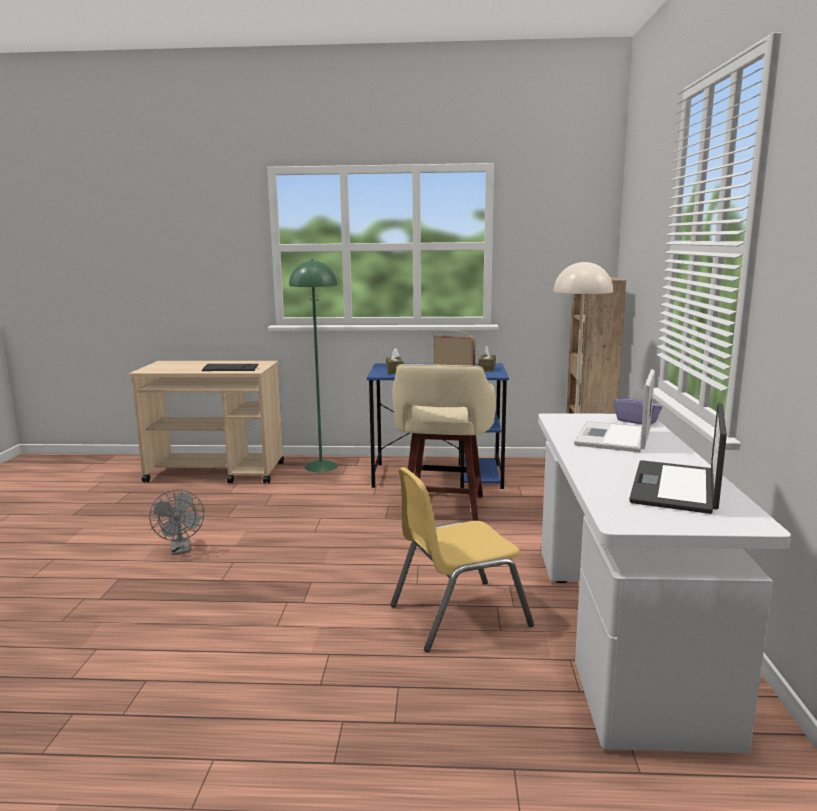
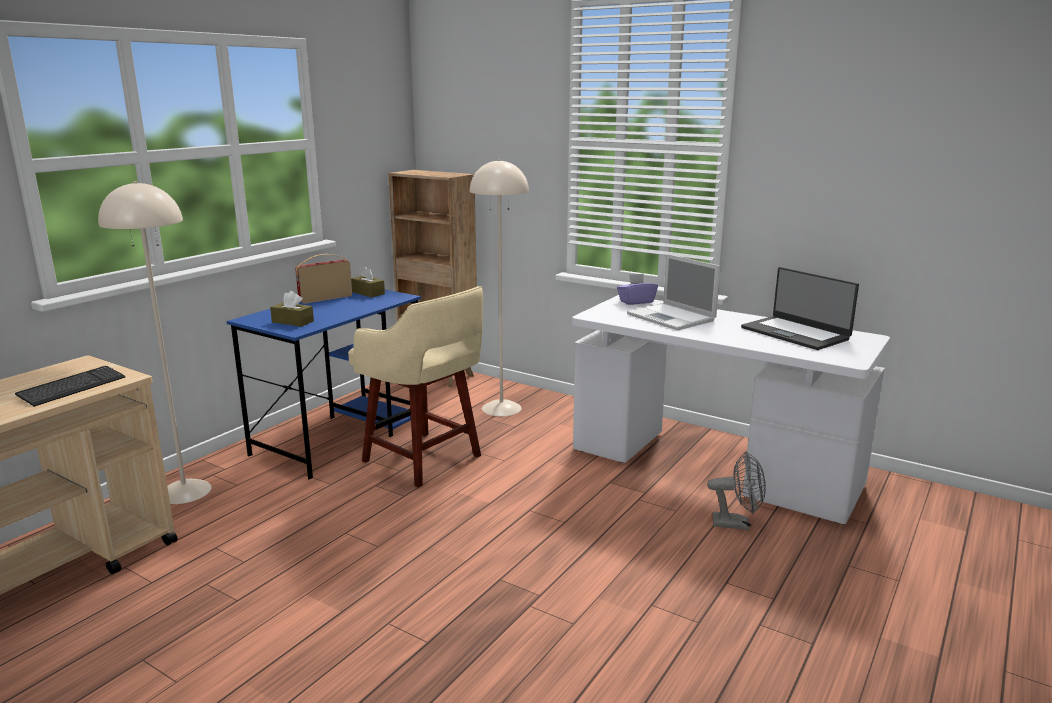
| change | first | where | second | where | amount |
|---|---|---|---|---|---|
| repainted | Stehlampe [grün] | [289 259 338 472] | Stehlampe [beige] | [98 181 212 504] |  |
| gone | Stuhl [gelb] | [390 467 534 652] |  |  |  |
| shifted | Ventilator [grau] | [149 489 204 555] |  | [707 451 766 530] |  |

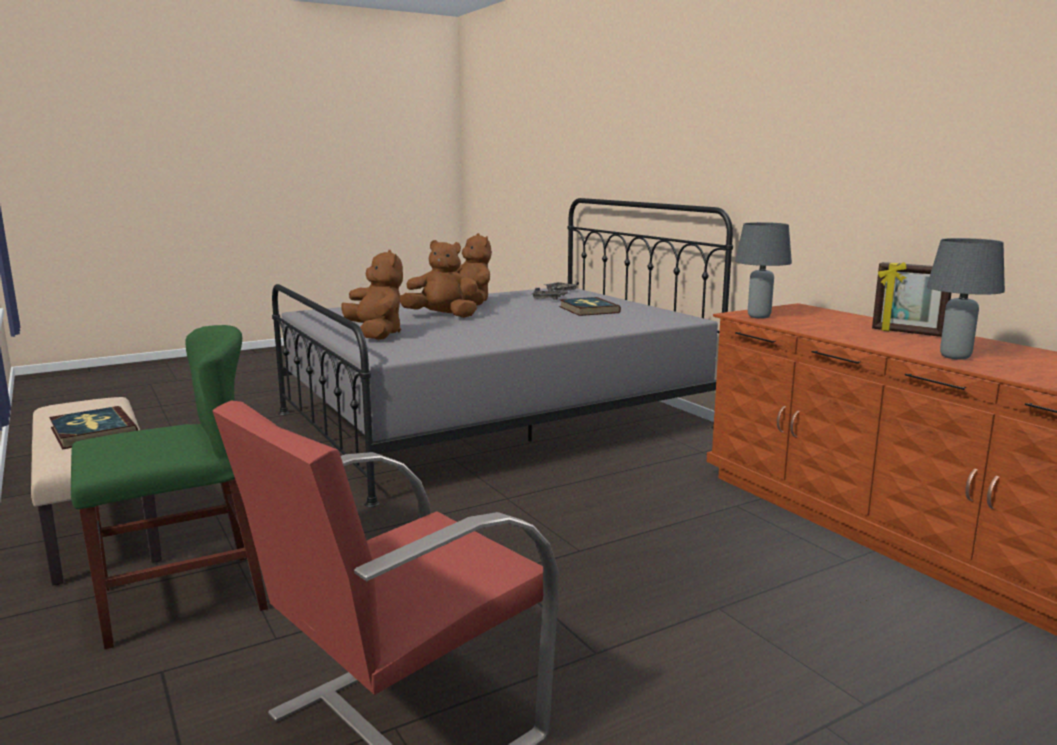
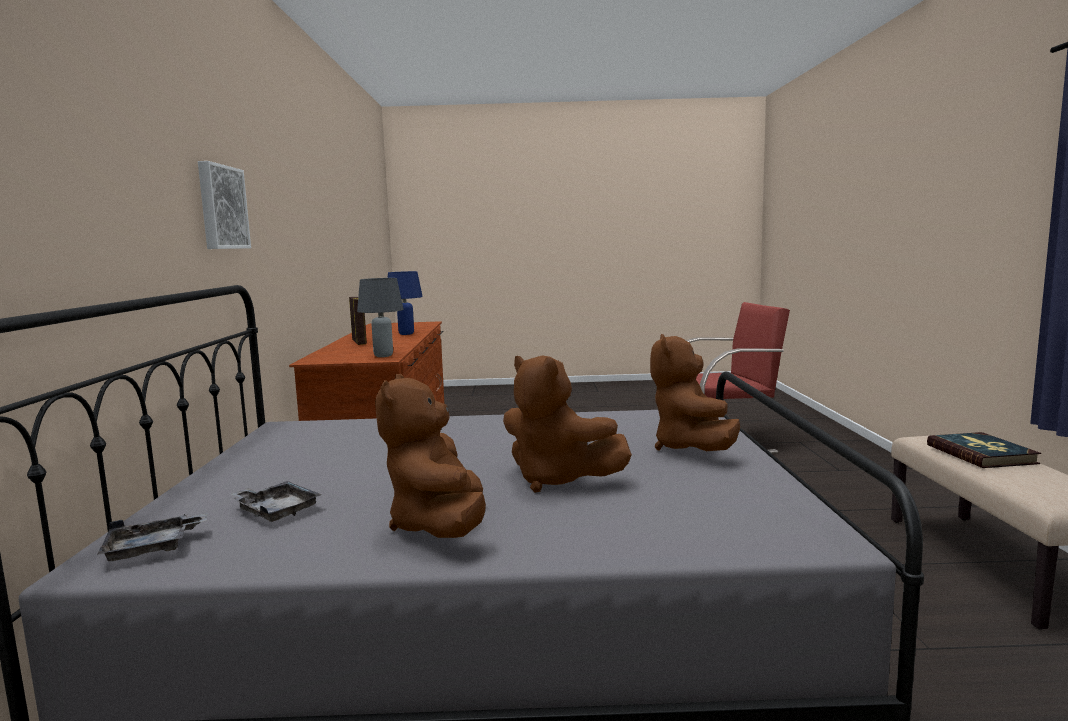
| change | first | where | second | where | amount |
|---|---|---|---|---|---|
| repainted | Tischlampe [grau] | [927 238 1005 360] | Tischlampe [blau] | [388 271 423 335] |  |
| gone | Buch | [559 297 621 316] |  |  |  |
| gone | Stuhl [grün] | [71 325 268 649] |  |  |  |
| new |  |  | Bild | [198 161 251 249] |  |

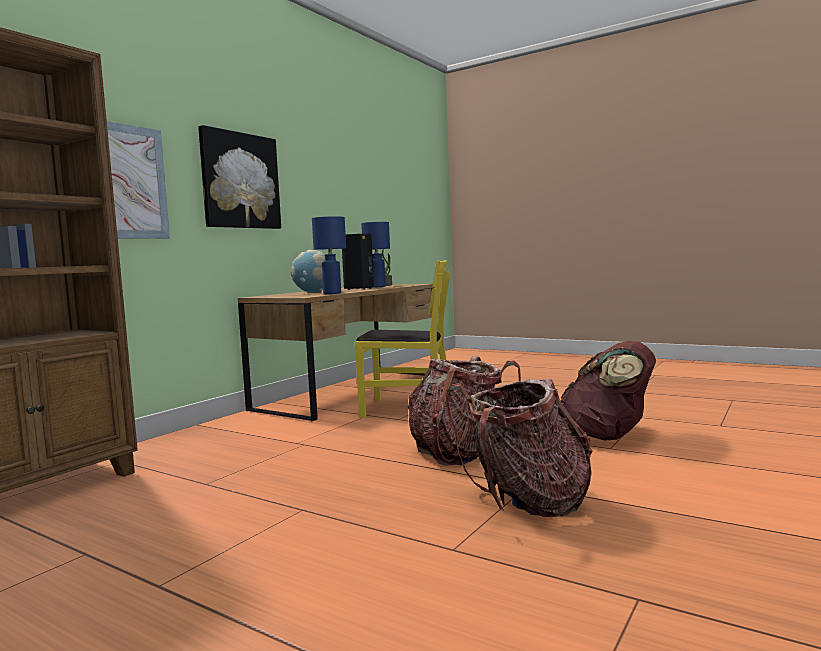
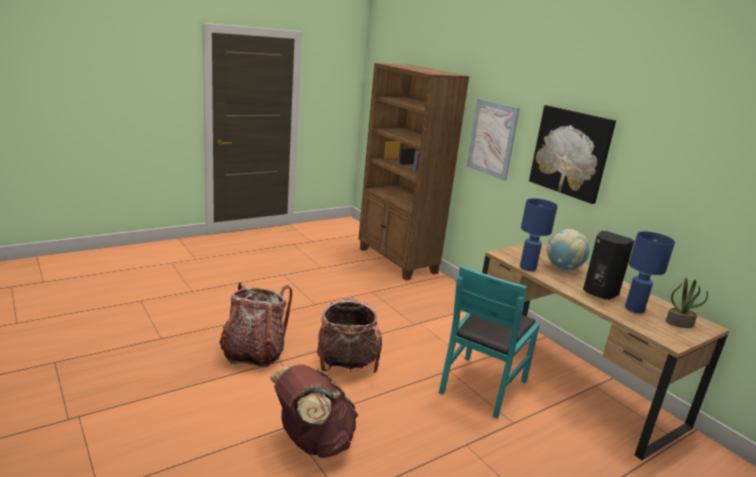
| change | first | where | second | where | amount |
|---|---|---|---|---|---|
| repainted | Stuhl [gelb] | [355 260 450 418] | Stuhl [türkis] | [439 265 540 419] |  |

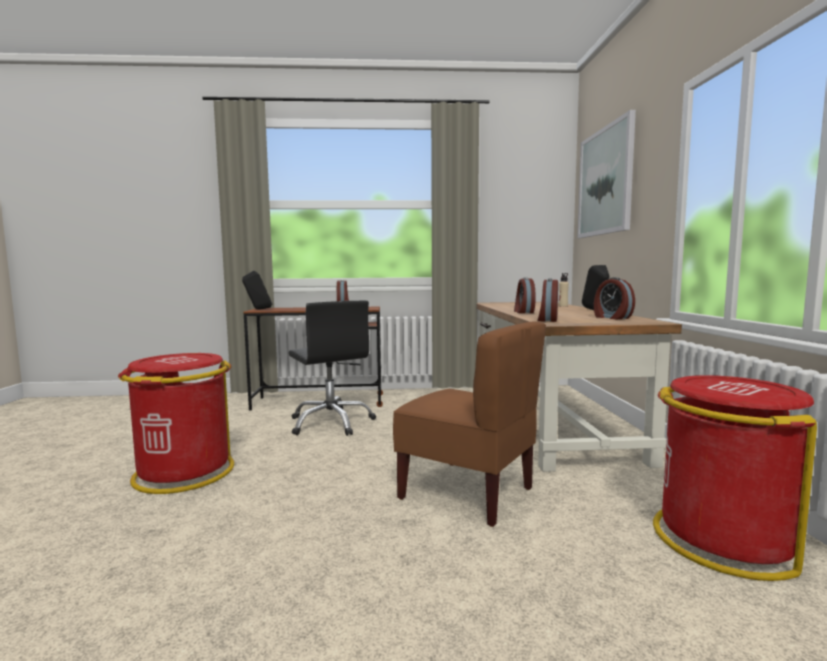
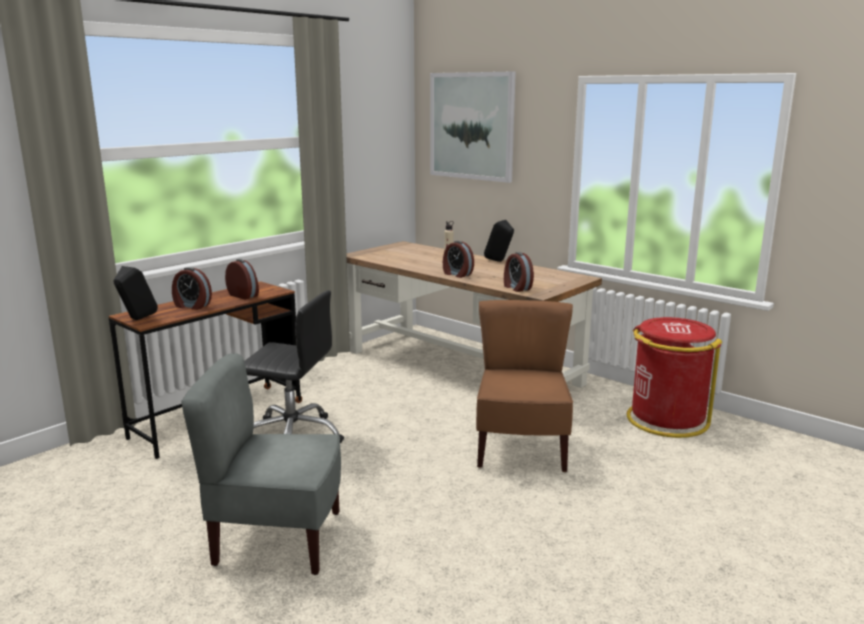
| change | first | where | second | where | amount |
|---|---|---|---|---|---|
| shifted | Wecker | [594 277 635 319] |  | [172 267 212 310] |  |
| rotated | Stuhl [braun] | [393 322 546 527] |  | [476 300 573 472] | 75 degrees counterclockwise |
| swapped | Mülleimer [rot] | [118 353 234 494] | Stuhl [grau] | [181 353 341 575] |  |

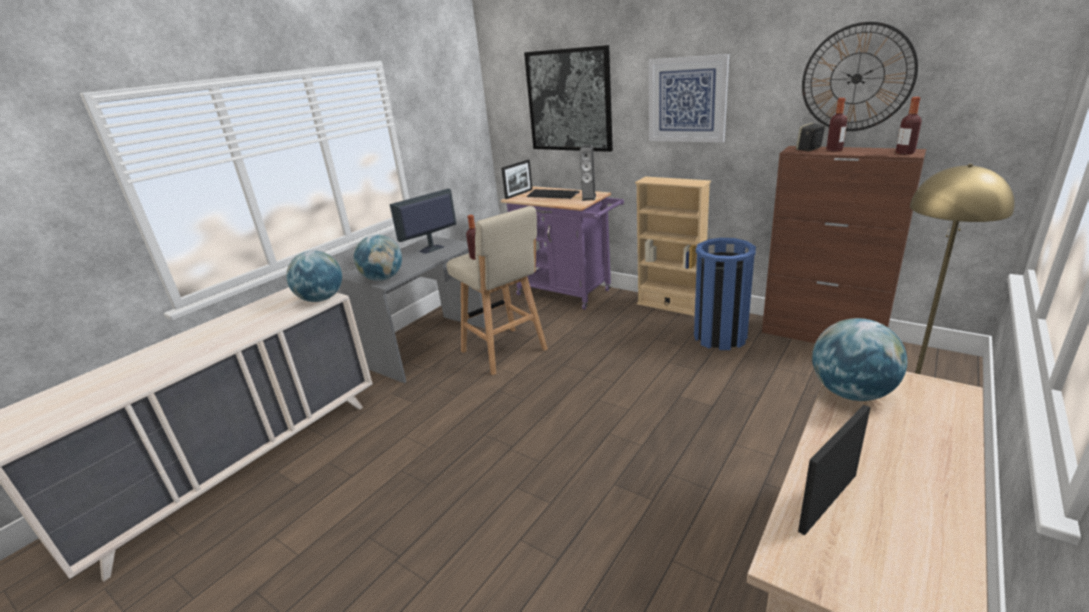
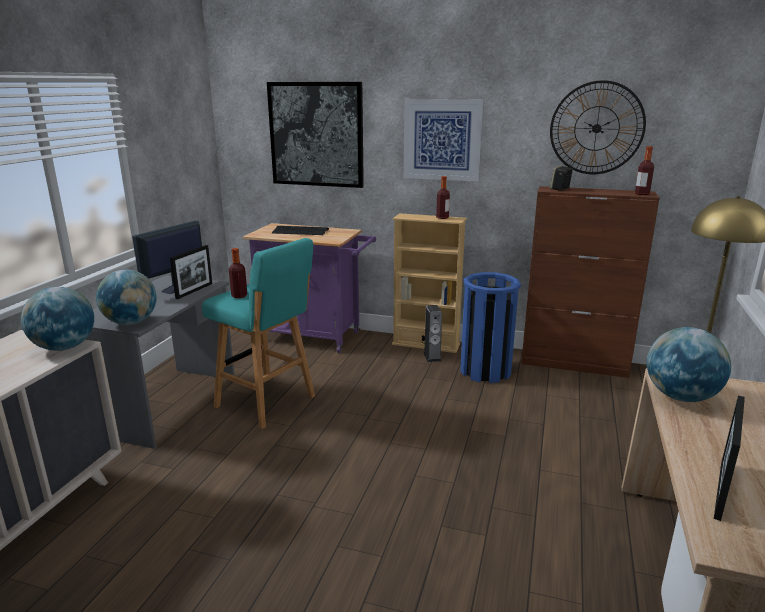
| change | first | where | second | where | amount |
|---|---|---|---|---|---|
| shifted | Flasche | [826 98 847 151] |  | [436 176 450 219] |  |
| shifted | Lautsprecher | [580 145 596 201] |  | [423 305 442 362] |  |
| shifted | Bilderrahmen | [501 160 533 199] |  | [170 245 212 299] |  |
| repainted | Hocker [beige] | [446 206 548 375] | Hocker [türkis] | [202 238 315 429] |  |

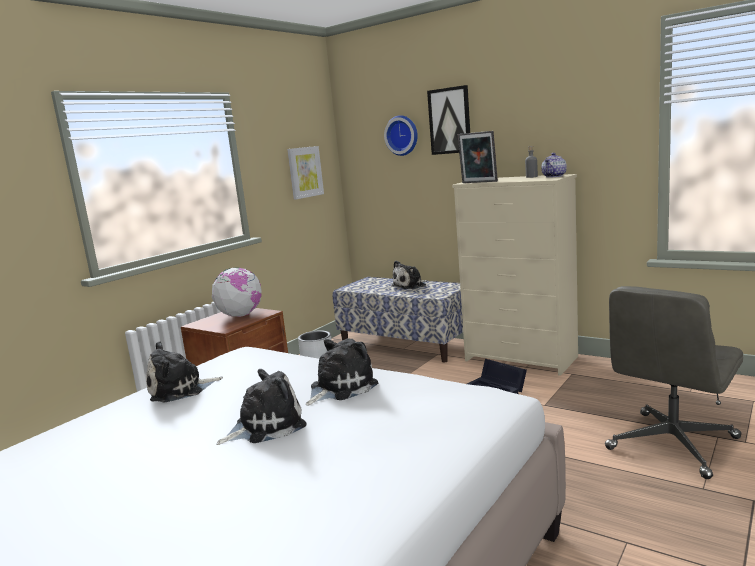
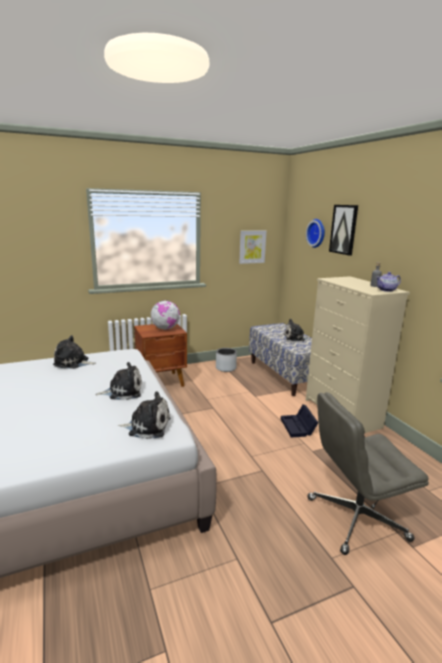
| change | first | where | second | where | amount |
|---|---|---|---|---|---|
| gone | Bilderrahmen | [458 131 498 183] |  |  |  |
| shifted | Plüschtier | [216 369 307 445] |  | [117 391 170 439] |  |

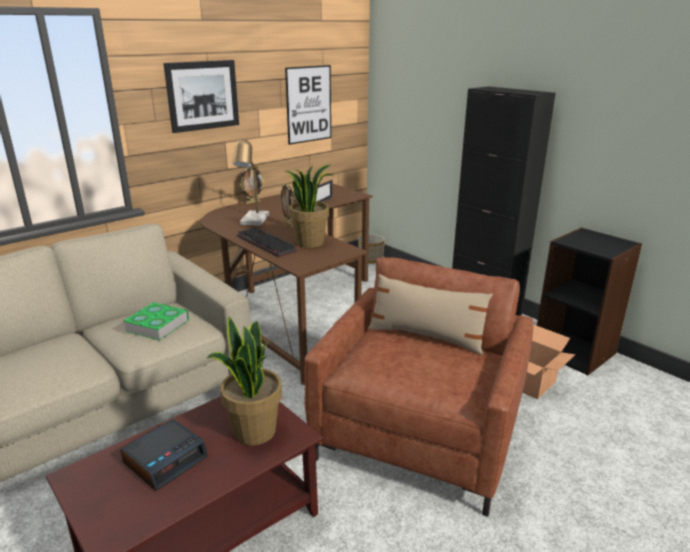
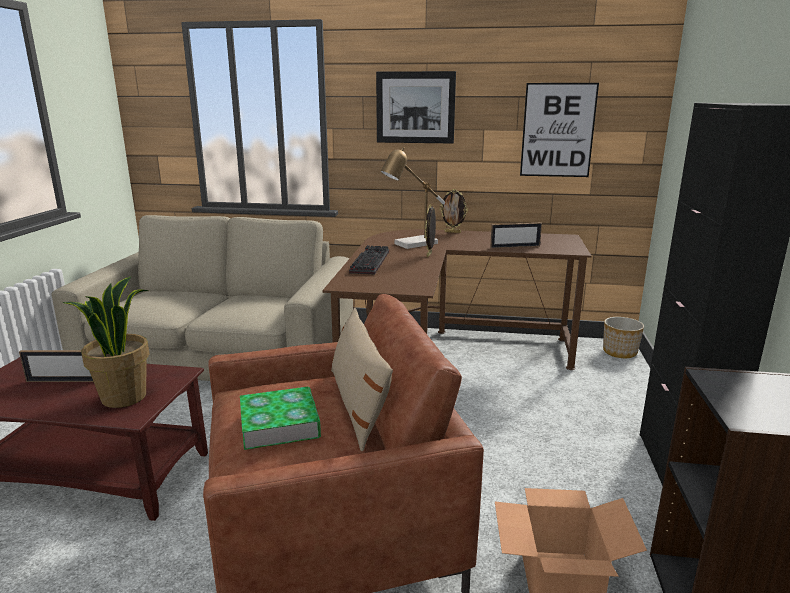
| change | first | where | second | where | amount |
|---|---|---|---|---|---|
| gone | Topfpflanze | [284 164 332 248] |  |  |  |
| shifted | Buch | [123 302 189 341] |  | [240 387 321 450] |  |
| swapped | Wecker | [120 419 208 491] | Bilderrahmen | [19 350 93 382] |  |

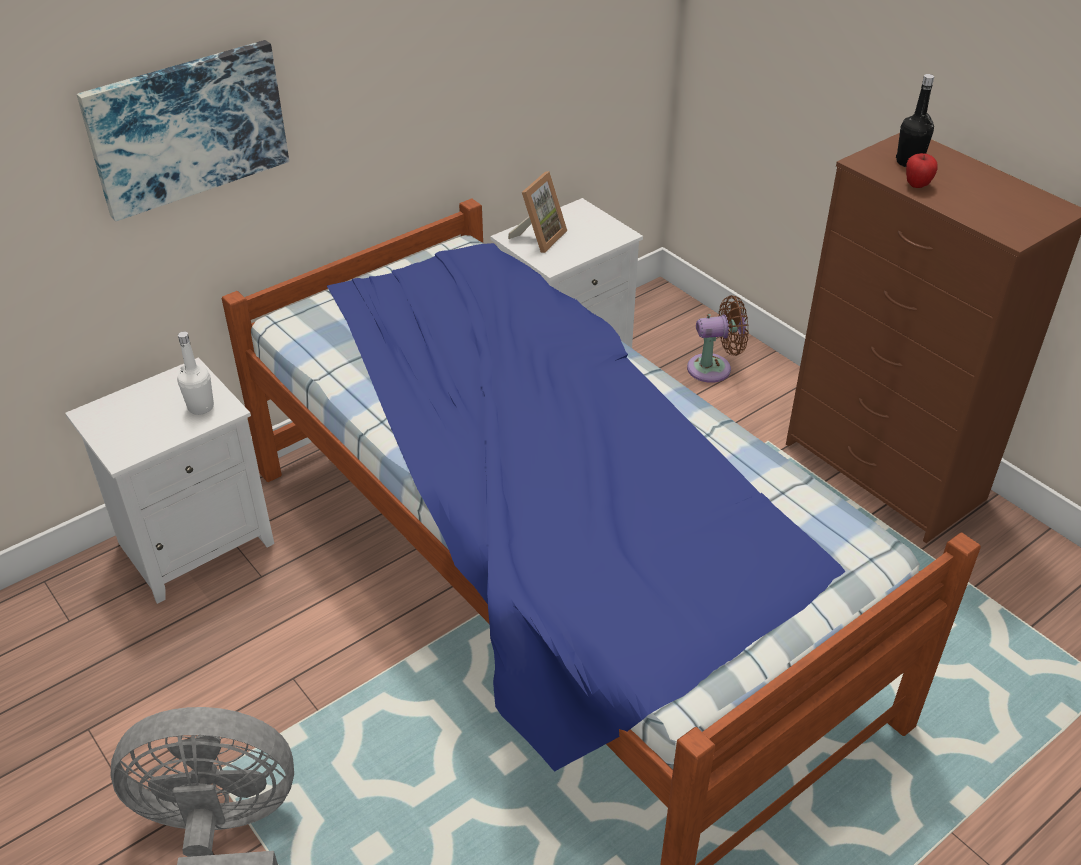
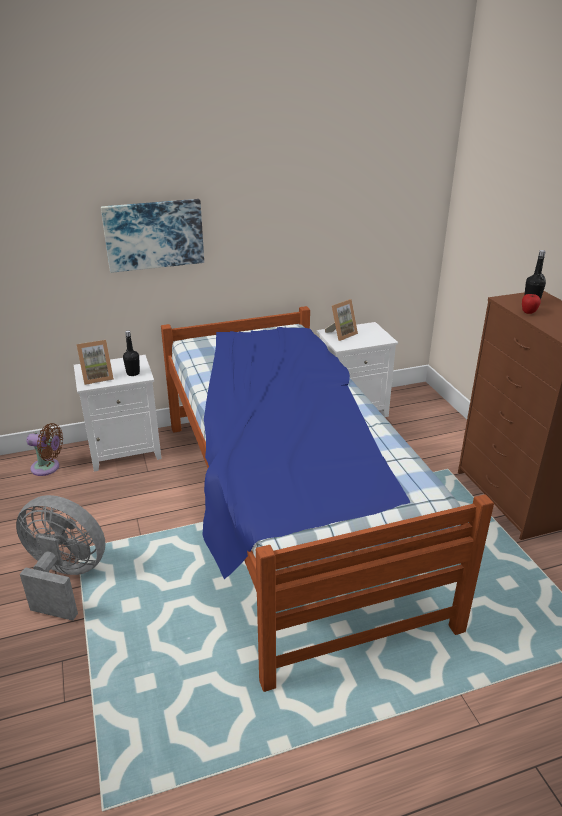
| change | first | where | second | where | amount |
|---|---|---|---|---|---|
| shifted | Ventilator [braun] | [687 295 749 383] |  | [27 423 63 476] |  |
| repainted | Flasche [weiß] | [177 331 214 415] | Flasche [schwarz] | [123 331 140 376] |  |
| new |  |  | Bilderrahmen | [76 340 114 385] |  |

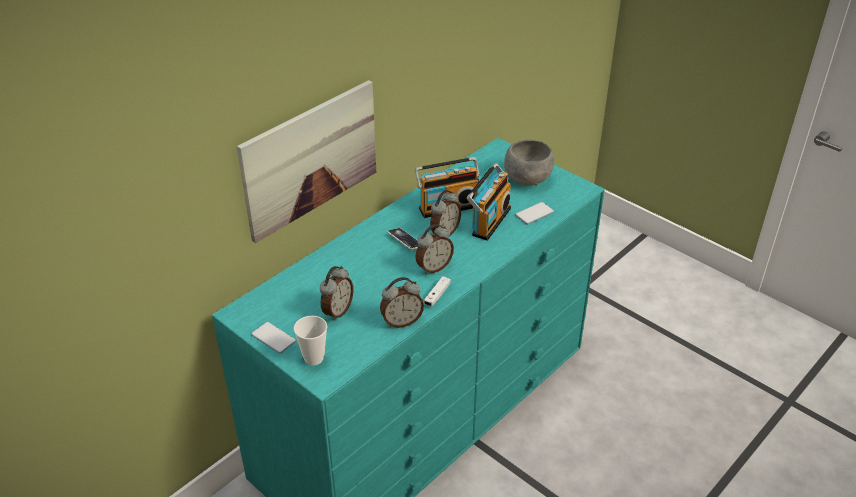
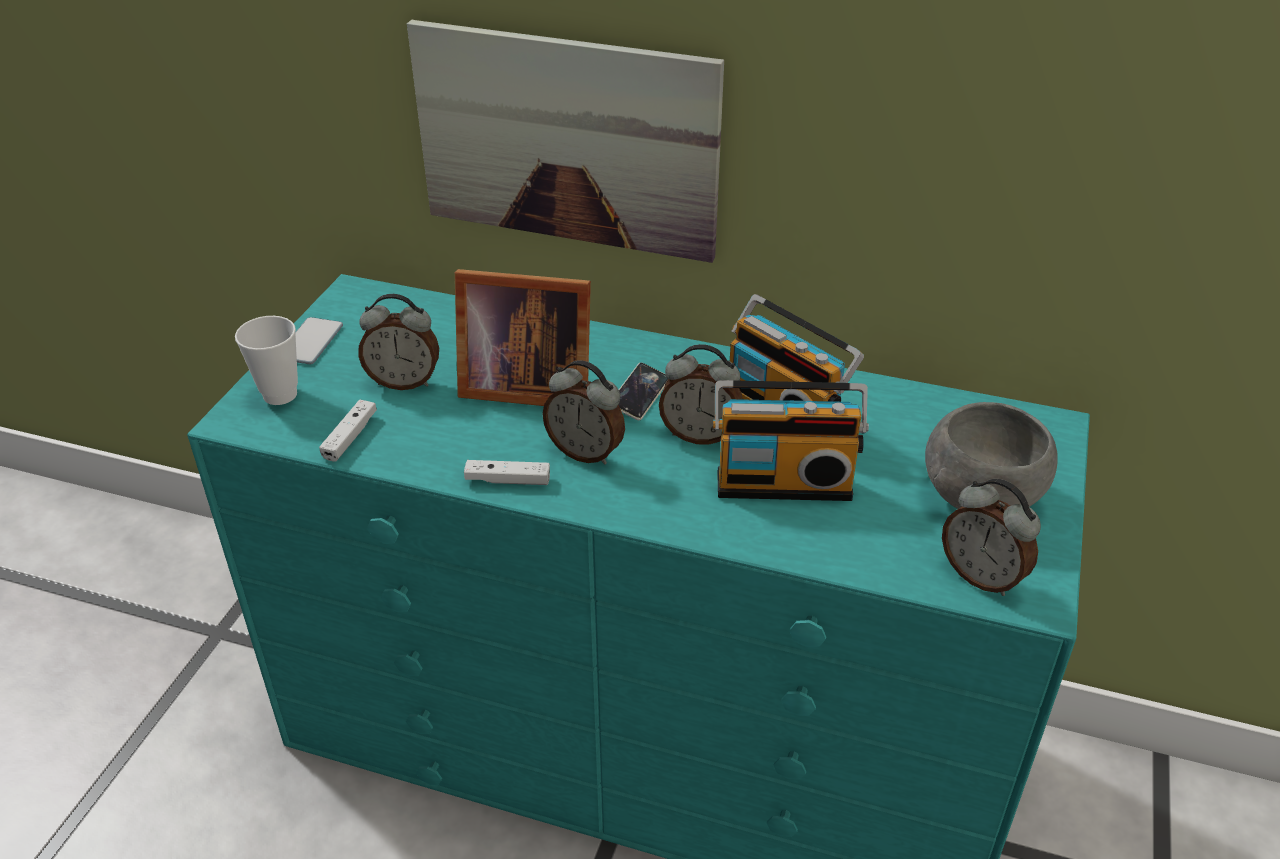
| change | first | where | second | where | amount |
|---|---|---|---|---|---|
| gone | Handy | [515 202 554 224] |  |  |  |
| shifted | Wecker | [380 277 424 328] |  | [942 479 1041 596] |  |
| new |  |  | Bilderrahmen | [455 269 591 406] |  |
| new |  |  | Gamepad [weiß] | [319 400 377 462] |  |

